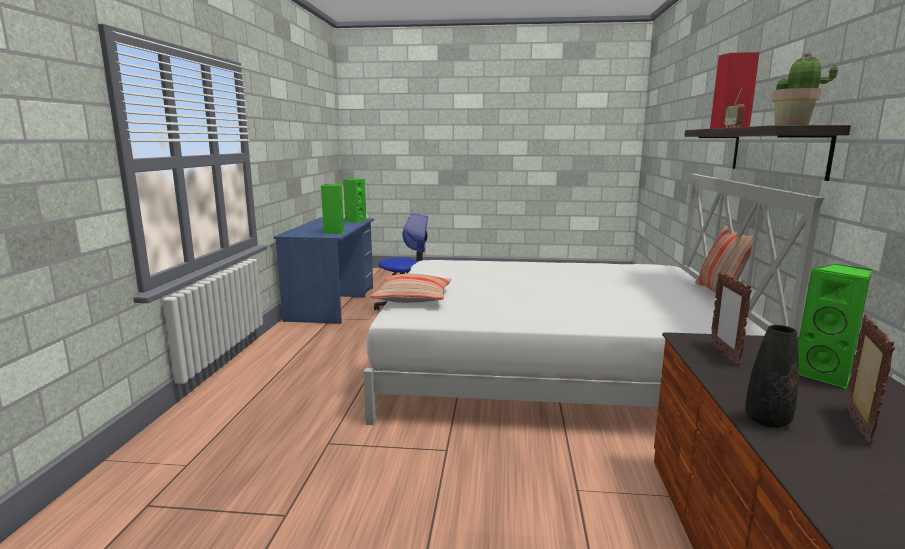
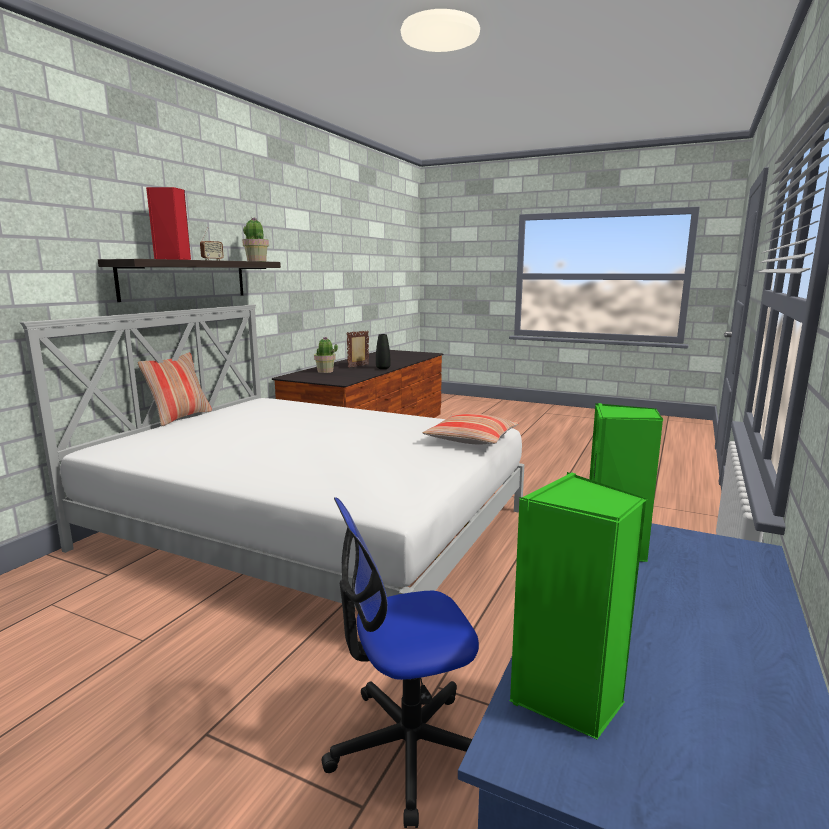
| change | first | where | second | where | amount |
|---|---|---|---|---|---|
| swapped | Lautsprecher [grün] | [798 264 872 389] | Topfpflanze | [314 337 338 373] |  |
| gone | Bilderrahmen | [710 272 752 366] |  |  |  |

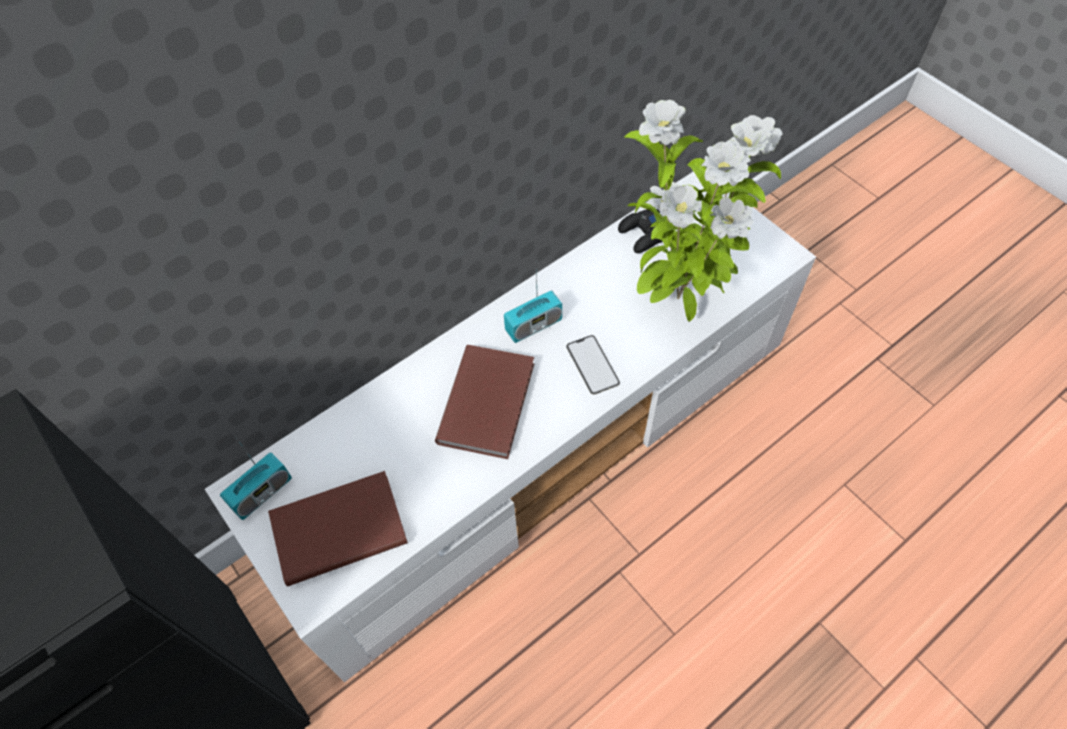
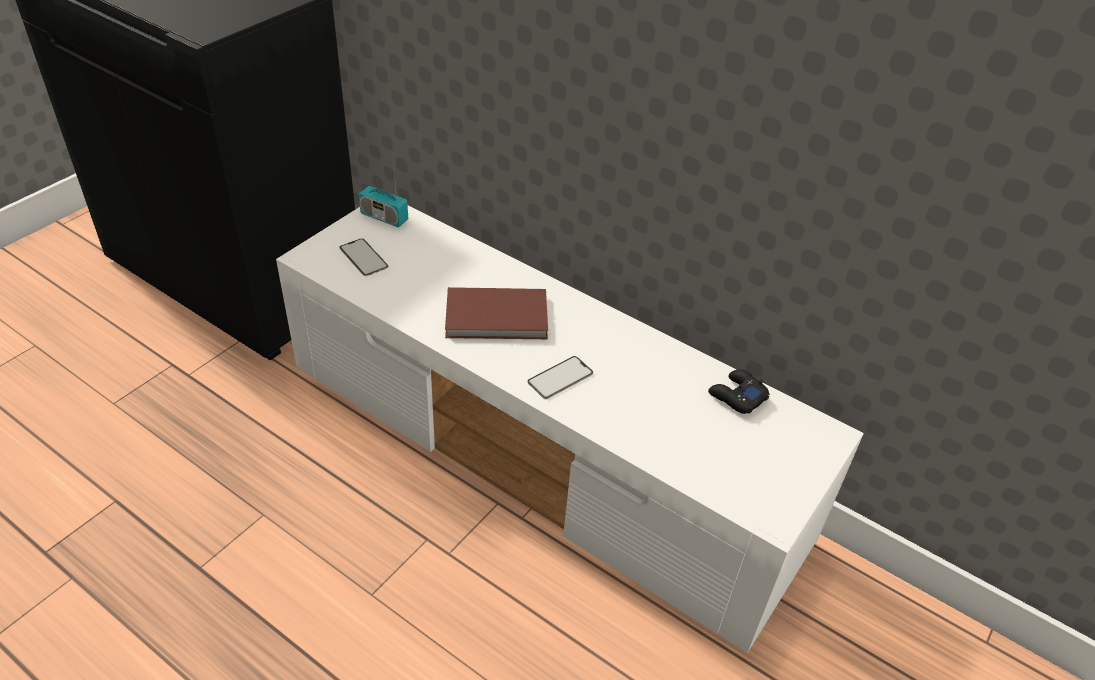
| change | first | where | second | where | amount |
|---|---|---|---|---|---|
| gone | Topfpflanze | [624 100 782 322] |  |  |  |
| gone | Radio | [504 271 562 343] |  |  |  |
| swapped | Buch [braun] | [268 471 408 587] | Handy | [339 238 388 276] |  |

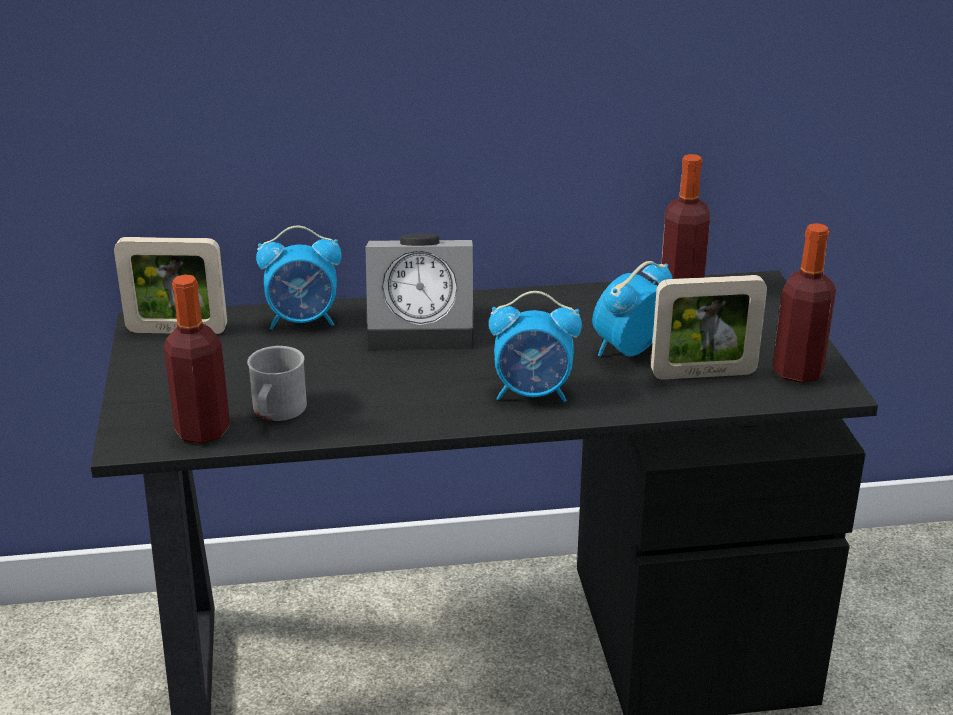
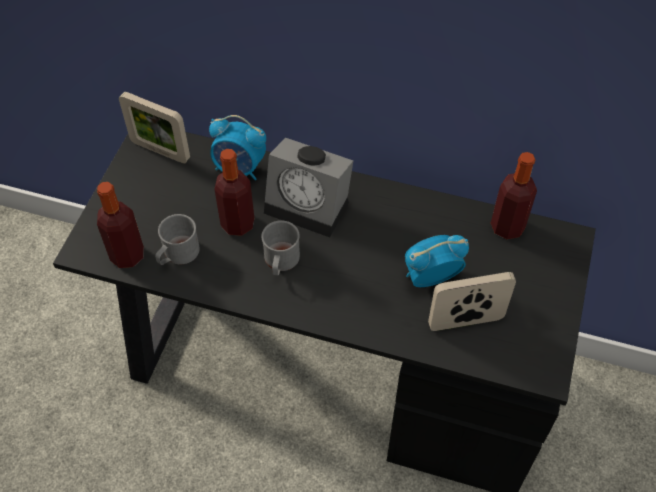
| change | first | where | second | where | amount |
|---|---|---|---|---|---|
| shifted | Flasche | [773 223 836 383] |  | [214 149 254 236] |  |
| rotated | Bilderrahmen | [651 275 767 379] |  | [428 272 516 331] | 150 degrees clockwise |
| gone | Wecker | [489 291 582 402] |  |  |  |
| new |  |  | Henkelbecher [grau] | [261 220 300 275] |  |

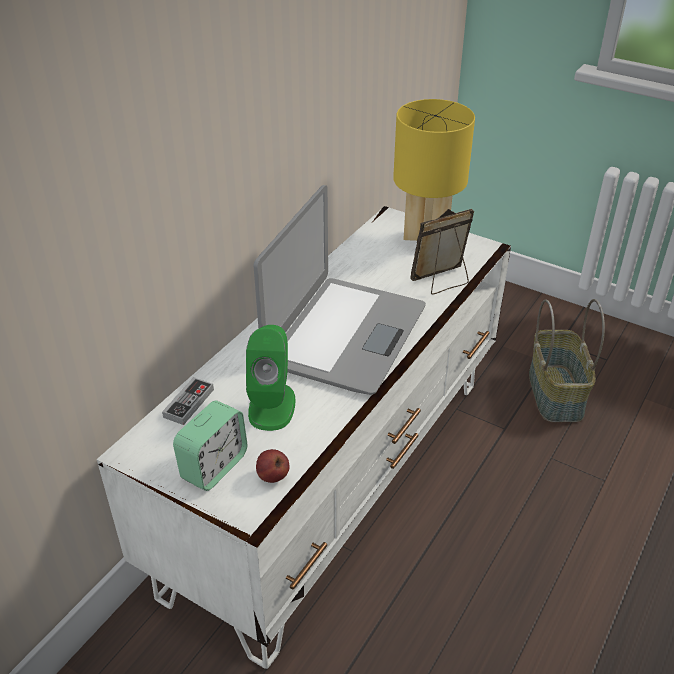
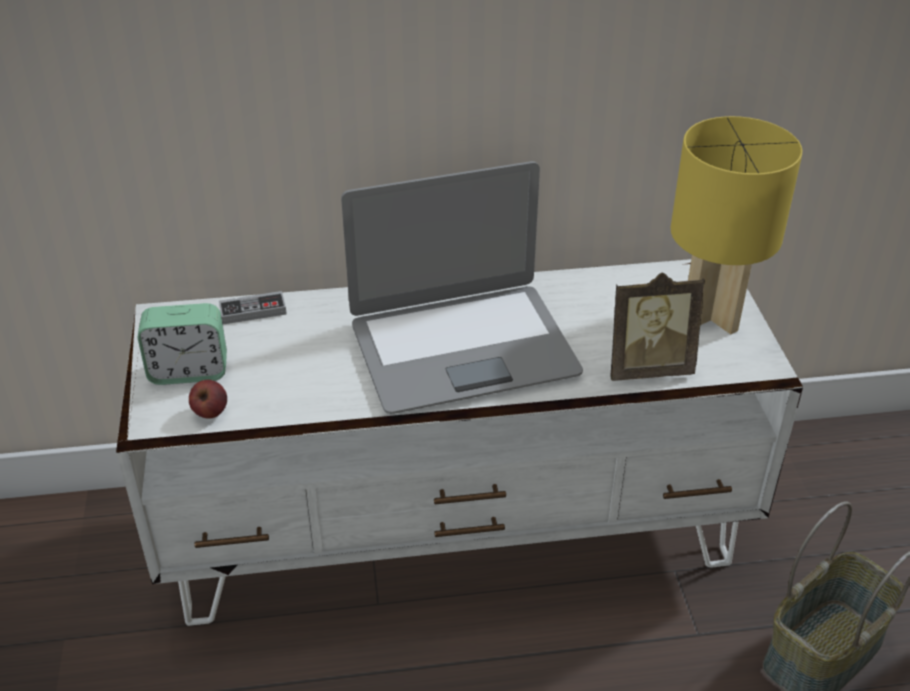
| change | first | where | second | where | amount |
|---|---|---|---|---|---|
| rotated | Bilderrahmen | [410 209 474 295] |  | [610 272 705 381] | 150 degrees clockwise |
| gone | Lautsprecher [grün] | [246 325 296 431] |  |  |  |

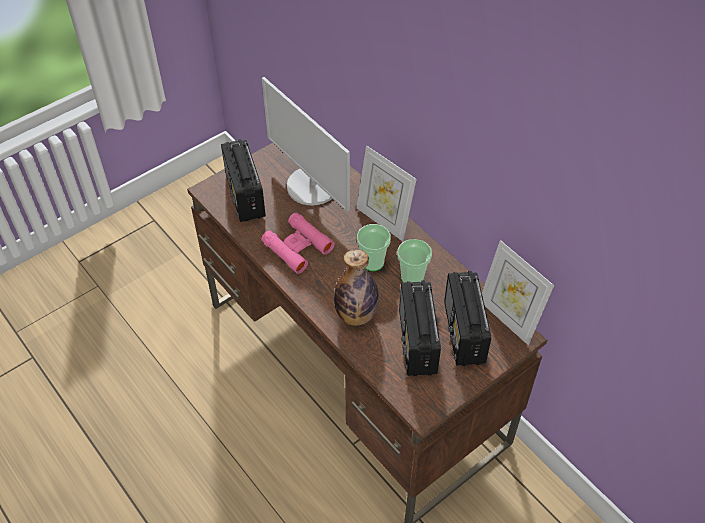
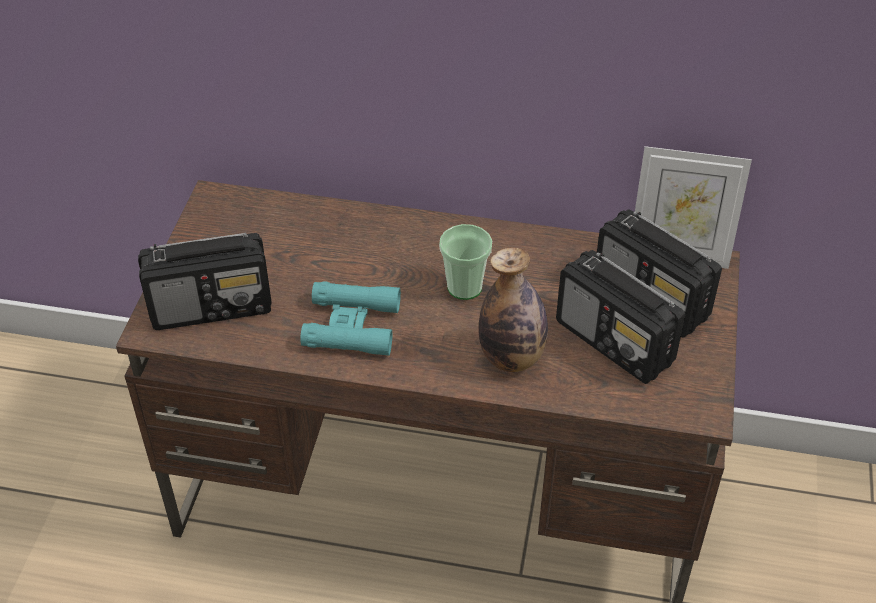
| change | first | where | second | where | amount |
|---|---|---|---|---|---|
| gone | Monitor | [262 77 350 212] |  |  |  |
| rotated | Radio | [221 139 266 222] |  | [138 233 271 330] | 45 degrees counterclockwise |
| gone | Bilderrahmen | [356 146 417 241] |  |  |  |
| repainted | Fernglas [rosa] | [261 213 334 274] | Fernglas [türkis] | [300 281 401 356] |  |
| gone | Tasse | [397 239 432 283] |  |  |  |

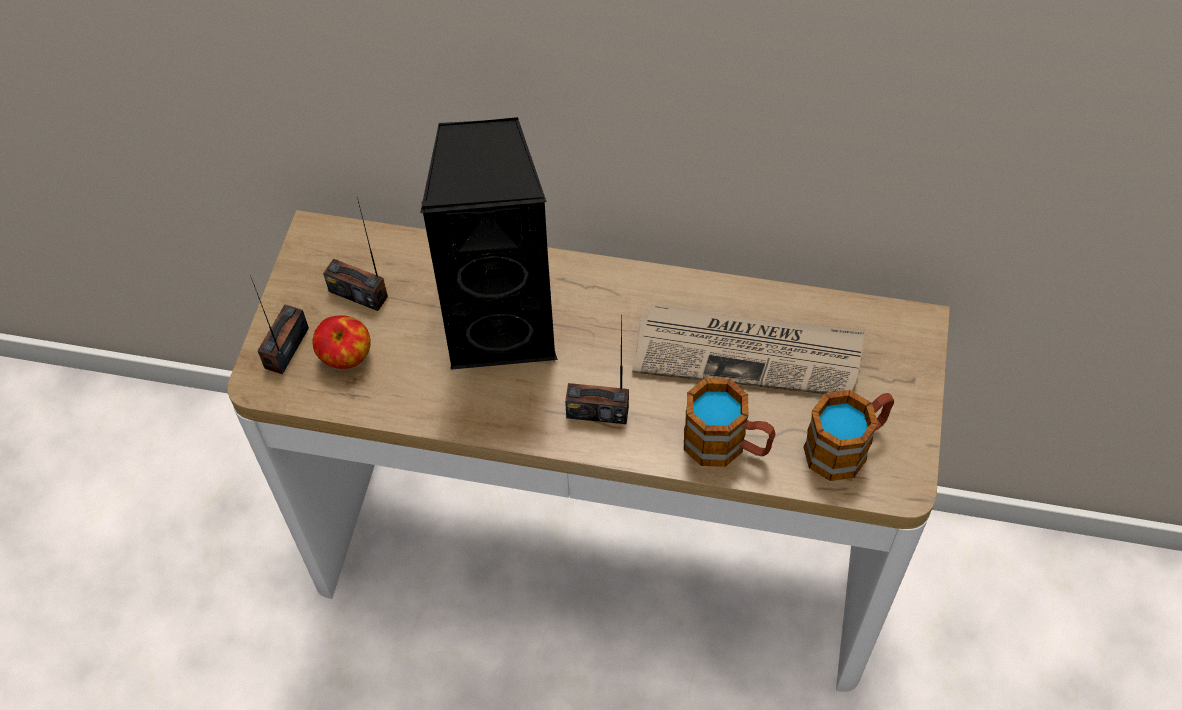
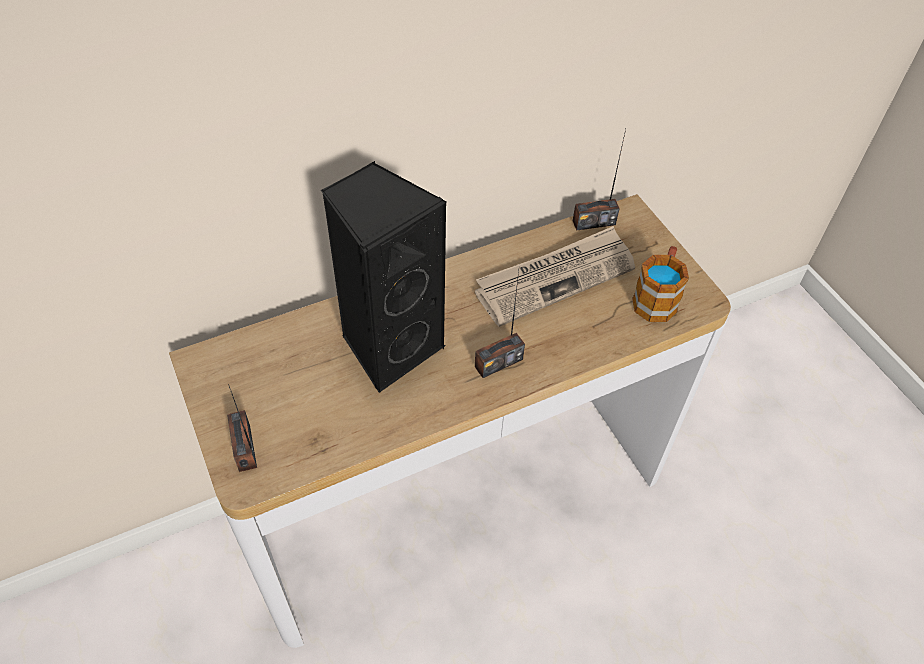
| change | first | where | second | where | amount |
|---|---|---|---|---|---|
| shifted | Radio | [323 197 388 311] |  | [573 129 626 231] |  |
| gone | Apfel | [313 315 371 369] |  |  |  |
| gone | Henkelbecher | [684 378 776 467] |  |  |  |

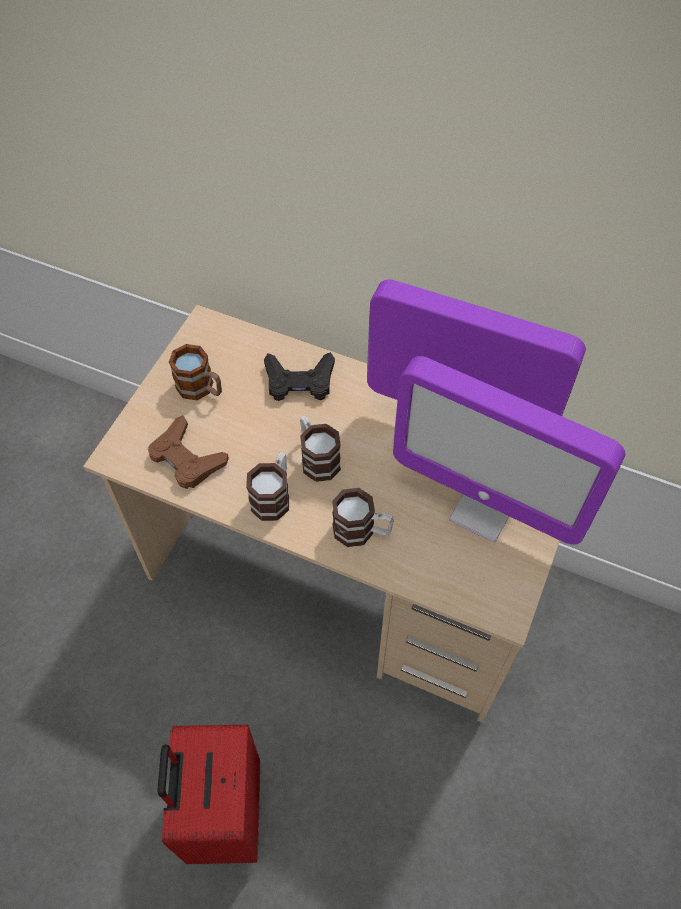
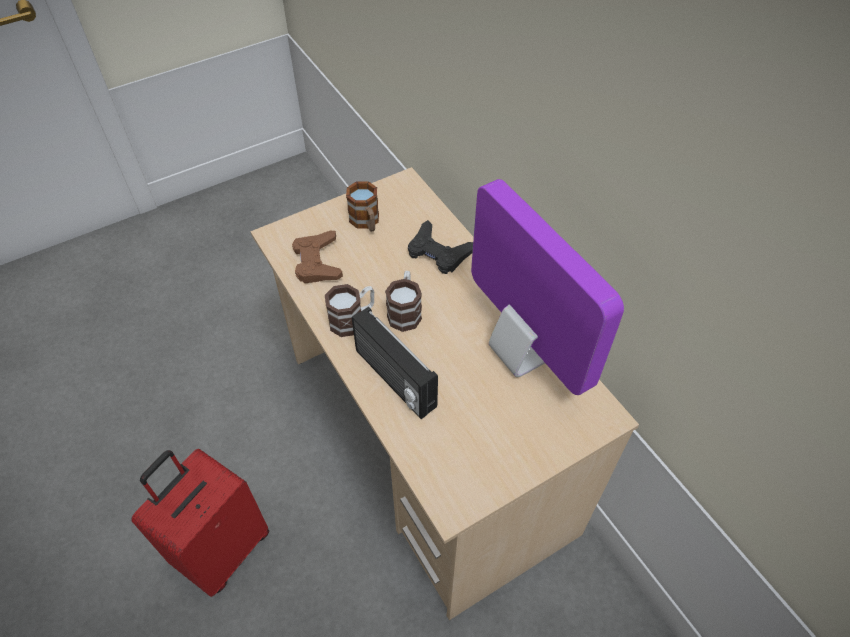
| change | first | where | second | where | amount |
|---|---|---|---|---|---|
| gone | Monitor | [393 356 625 545] |  |  |  |
| swapped | Henkelbecher | [332 488 394 547] | Radio | [352 307 438 419] |  |

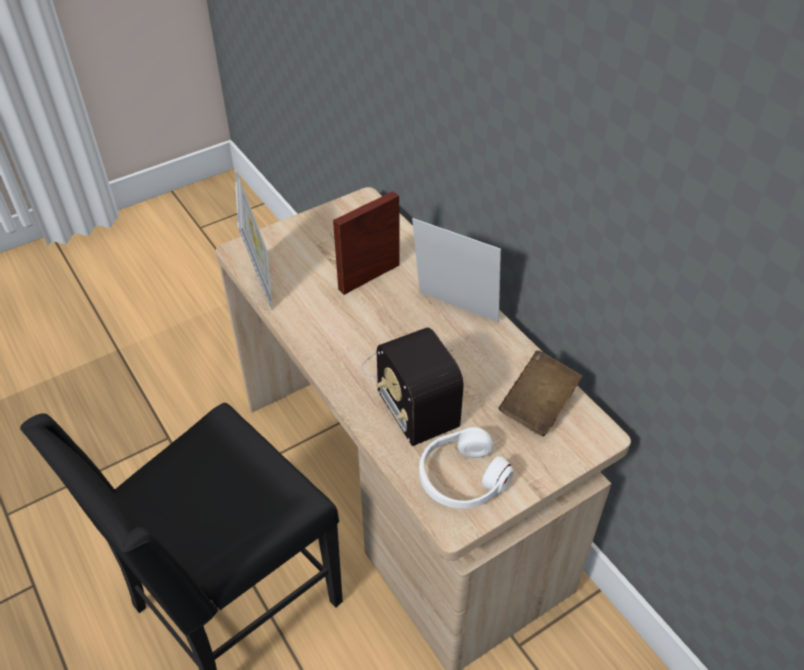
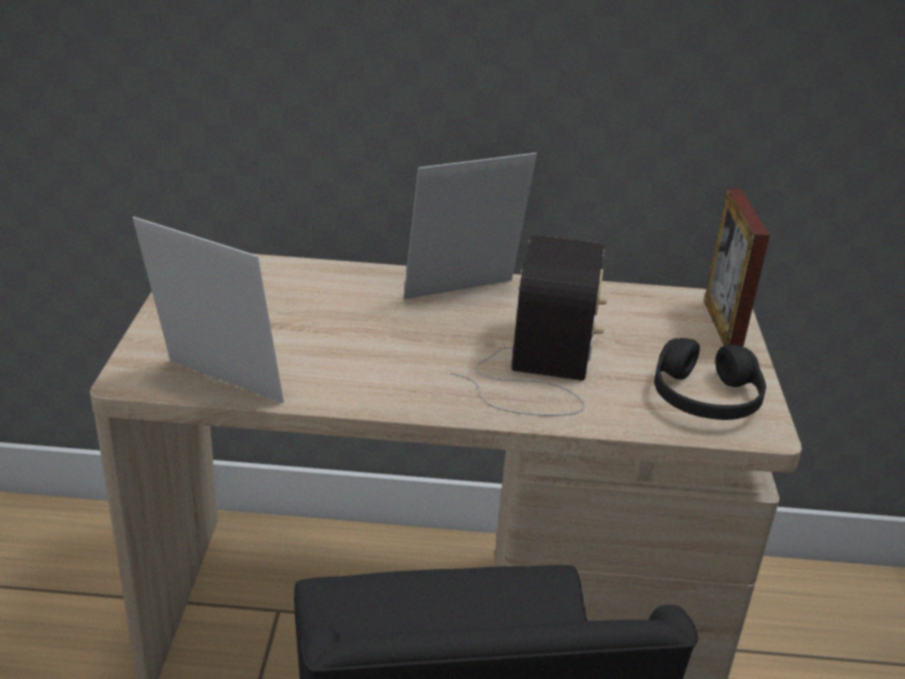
| change | first | where | second | where | amount |
|---|---|---|---|---|---|
| shifted | Bilderrahmen | [333 191 400 295] |  | [704 188 770 347] |  |
| rotated | Radio | [361 327 464 446] |  | [450 235 607 416] | 90 degrees counterclockwise |
| gone | Buch [braun] | [499 351 583 437] |  |  |  |
| repainted | Kopfhörer [weiß] | [419 427 513 509] | Kopfhörer [schwarz] | [654 338 766 420] |  |

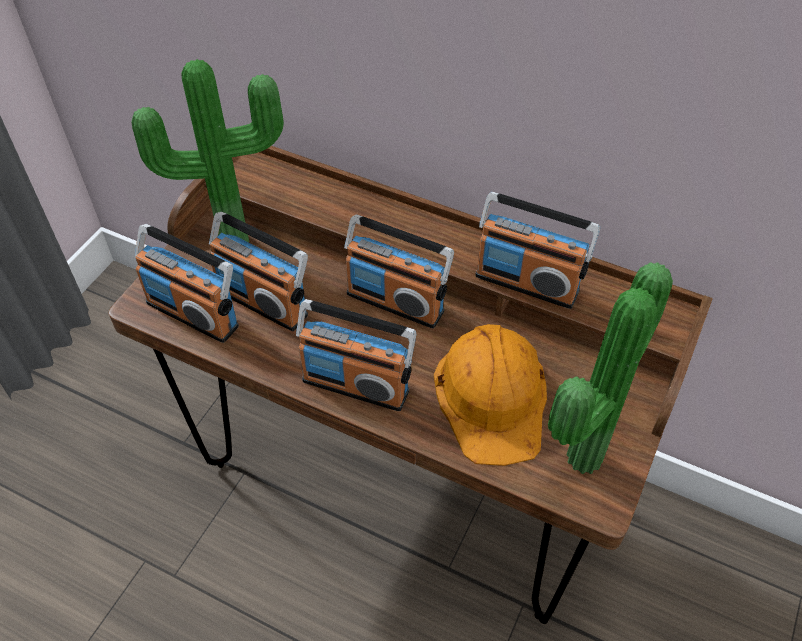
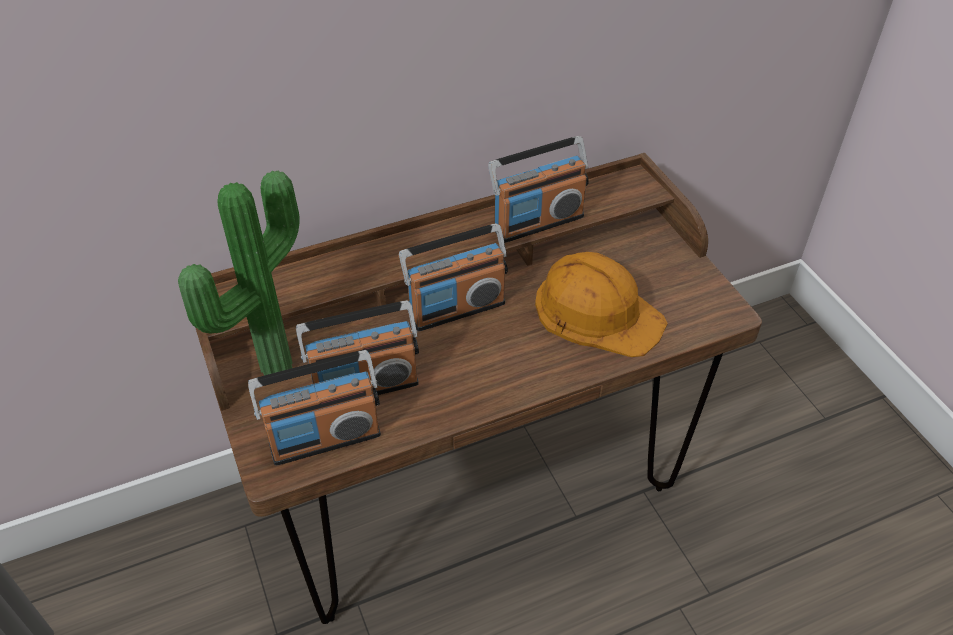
| change | first | where | second | where | amount |
|---|---|---|---|---|---|
| gone | Topfpflanze | [548 262 673 474] |  |  |  |
| gone | Radio | [296 299 416 411] |  |  |  |

